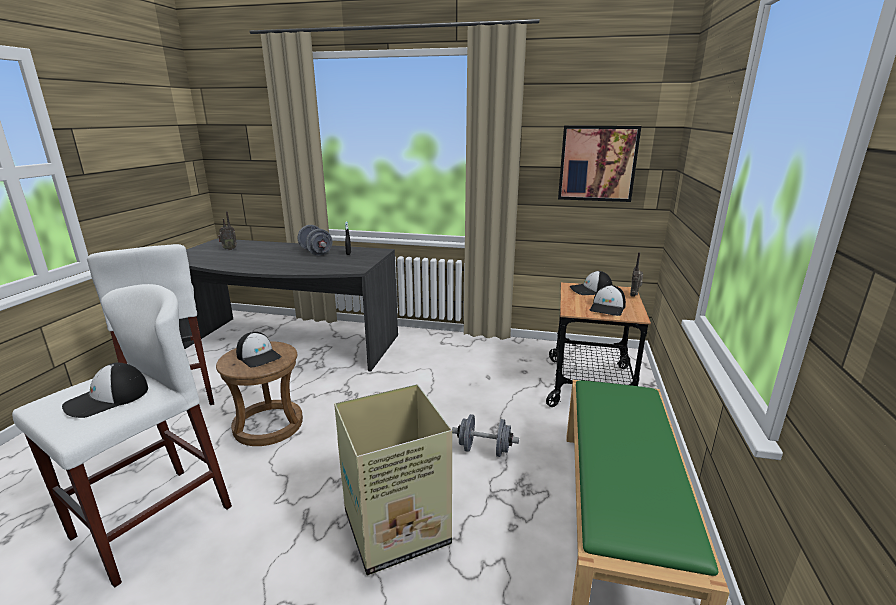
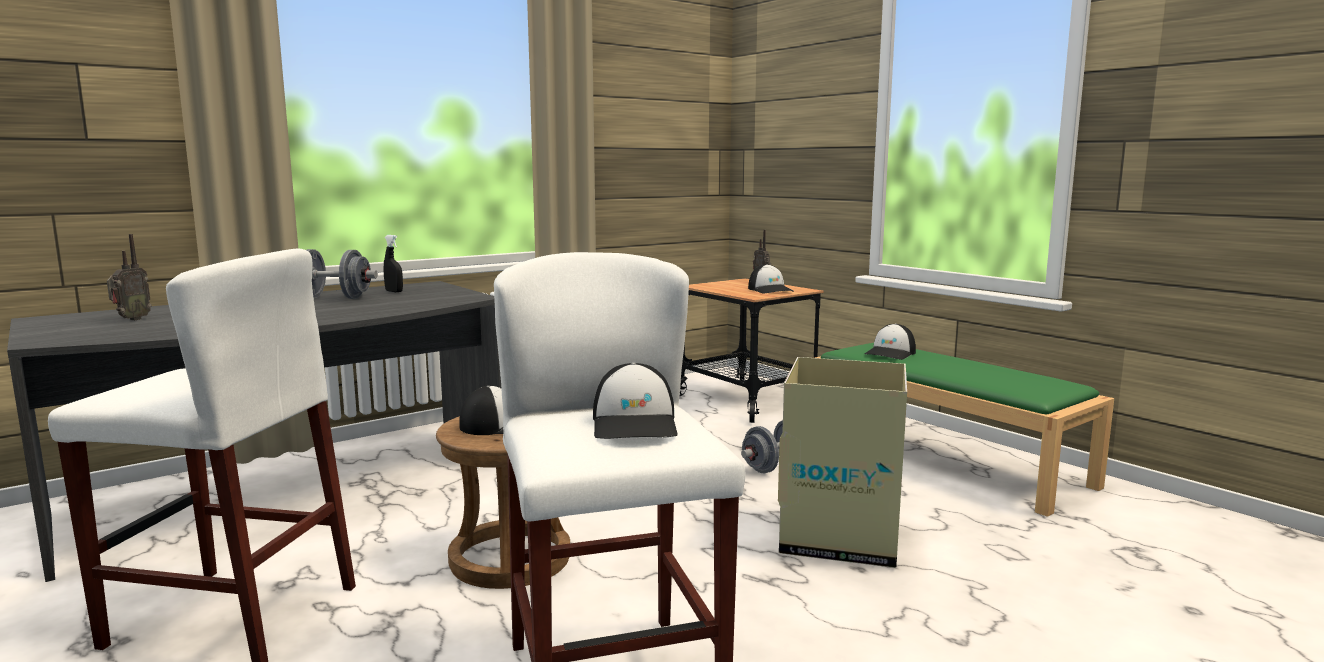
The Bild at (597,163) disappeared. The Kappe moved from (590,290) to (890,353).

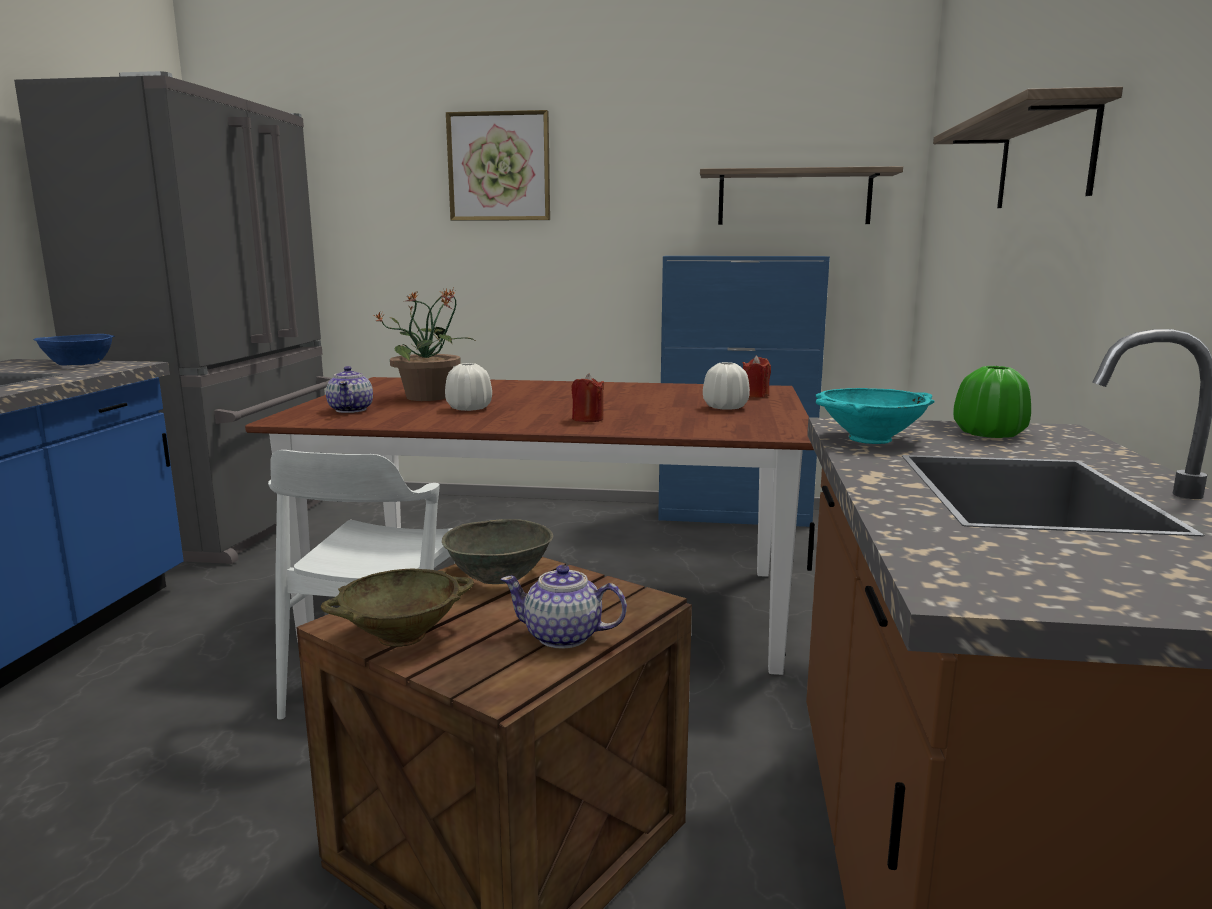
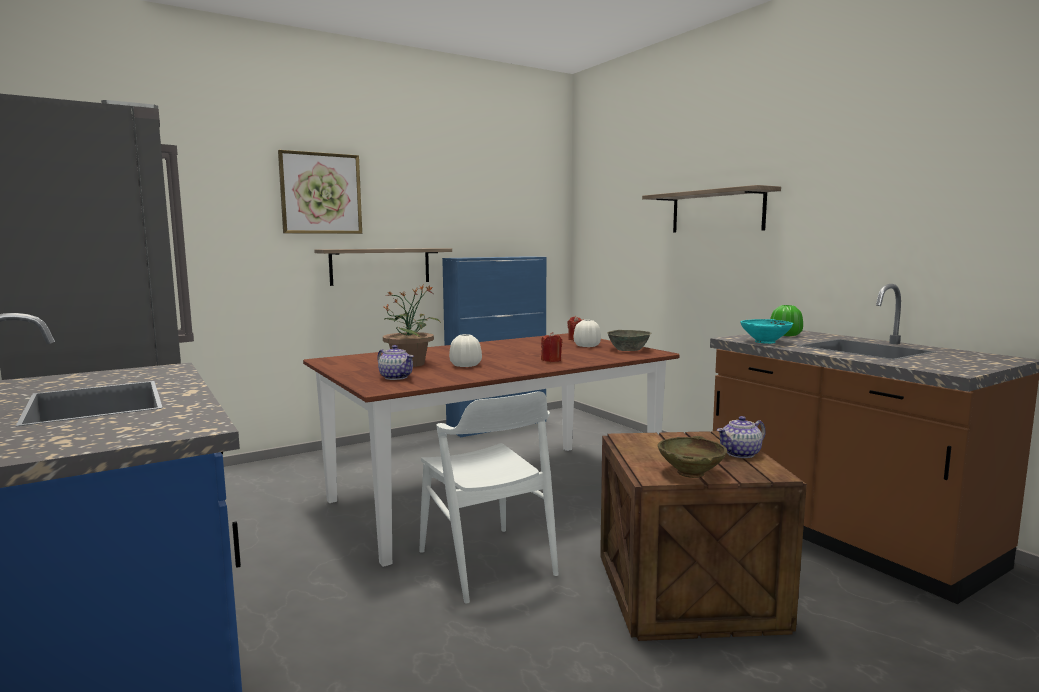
The Schüssel (blau) at (80,364) disappeared. The Schüssel (grau) moved from (498,574) to (628,349). The Wandregal moved from (794,198) to (380,266).

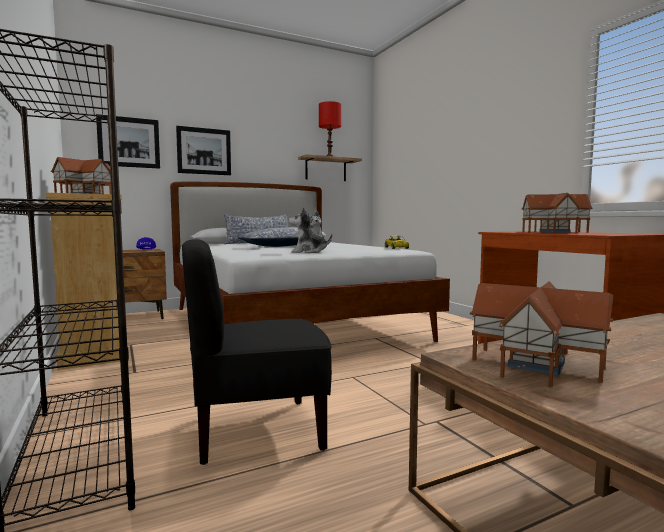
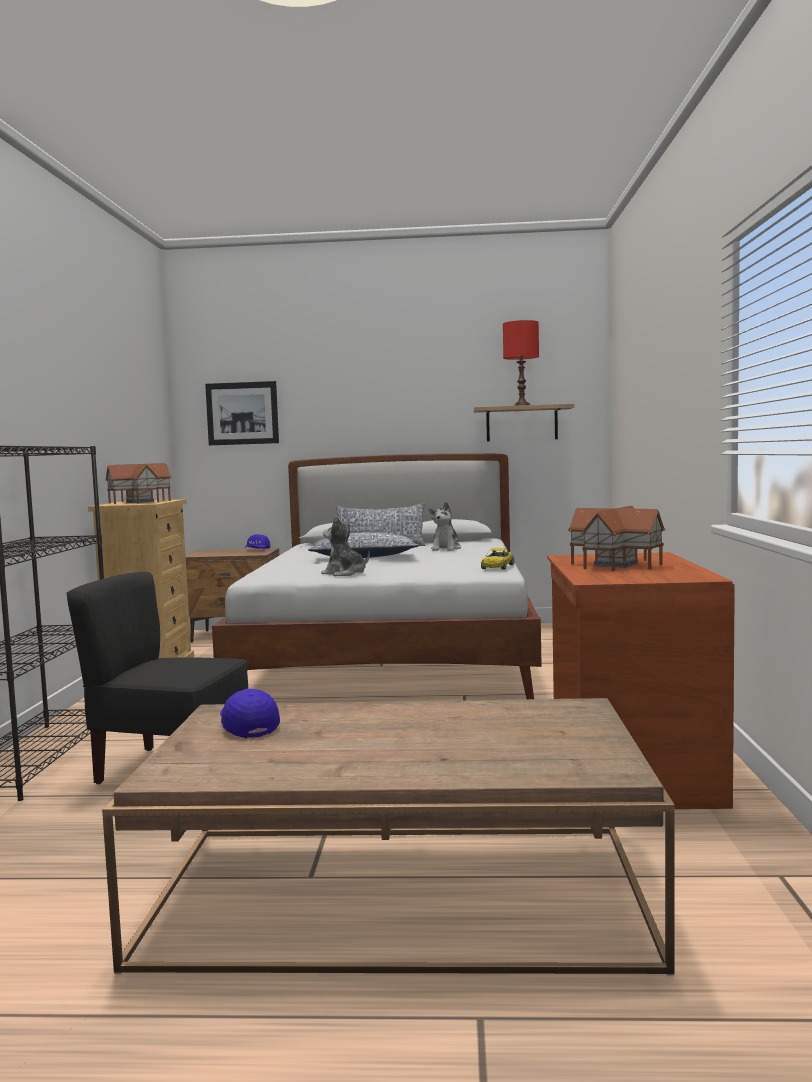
The Bild at (204,151) disappeared. The Spielzeughaus at (538,365) was replaced by the Kappe (blau) at (248,726).

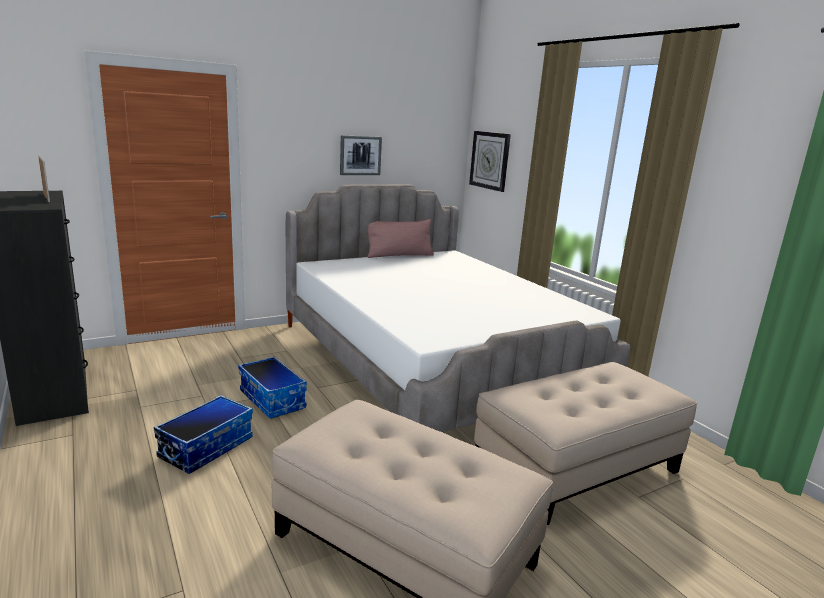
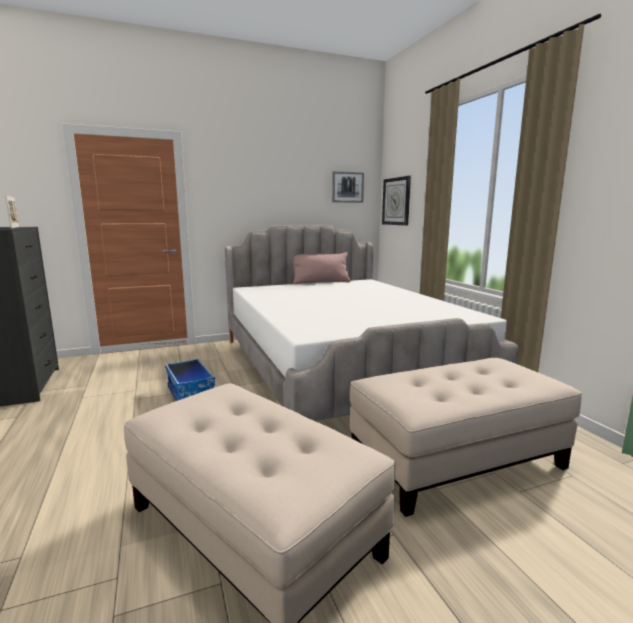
The Aufbewahrungsbox at (206,447) disappeared. The Bild moved from (360,155) to (347,187).

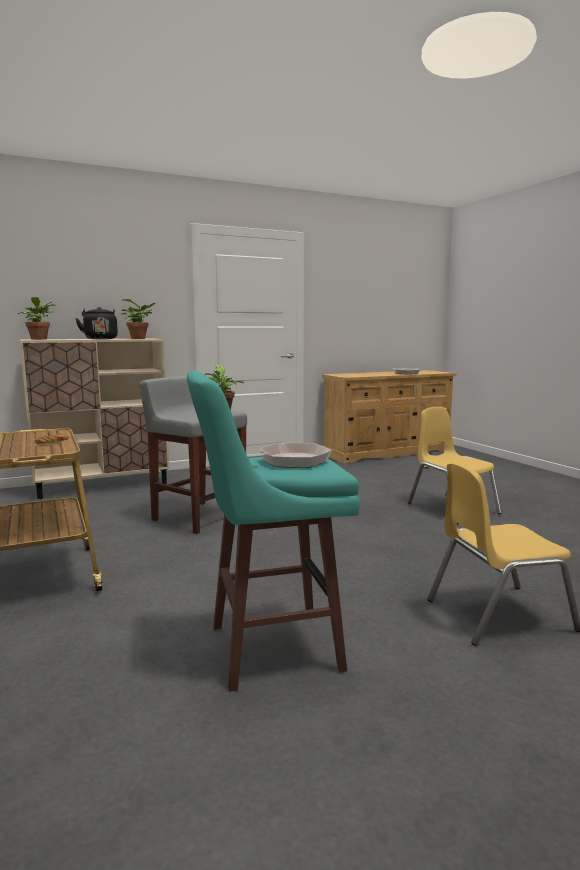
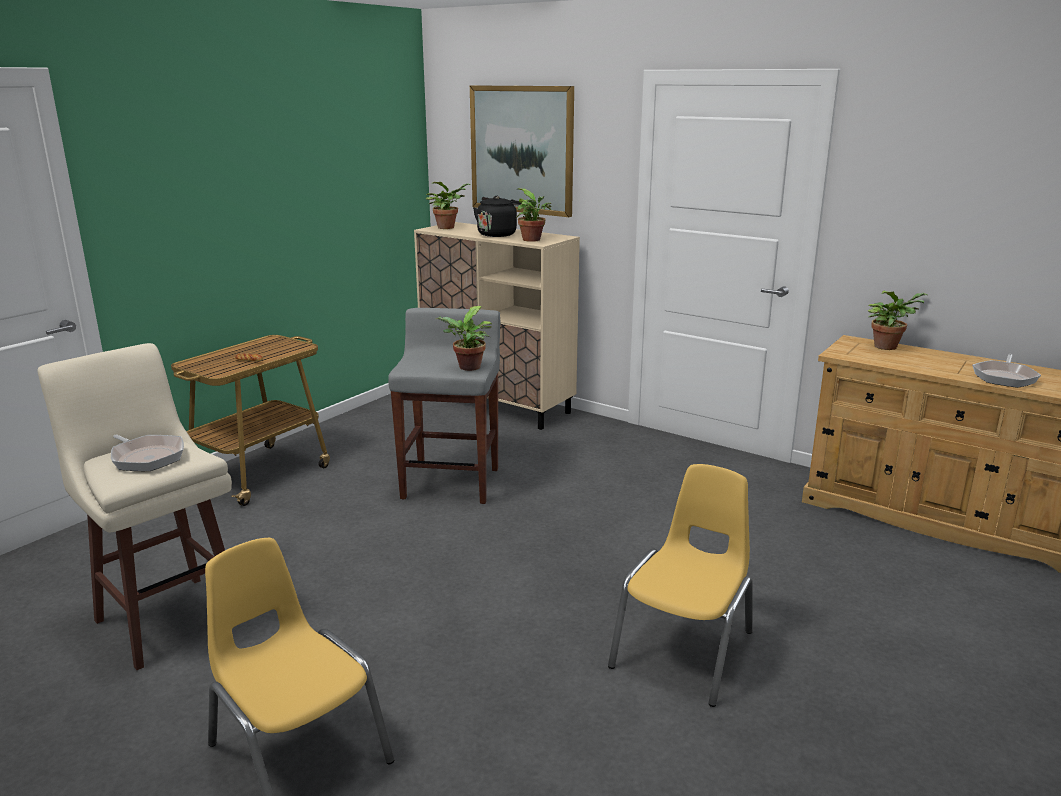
The Hocker (türkis) at (270,648) became the Hocker (beige) at (169,618). The Bild at (522,150) appeared. The Topfpflanze at (887,346) appeared.

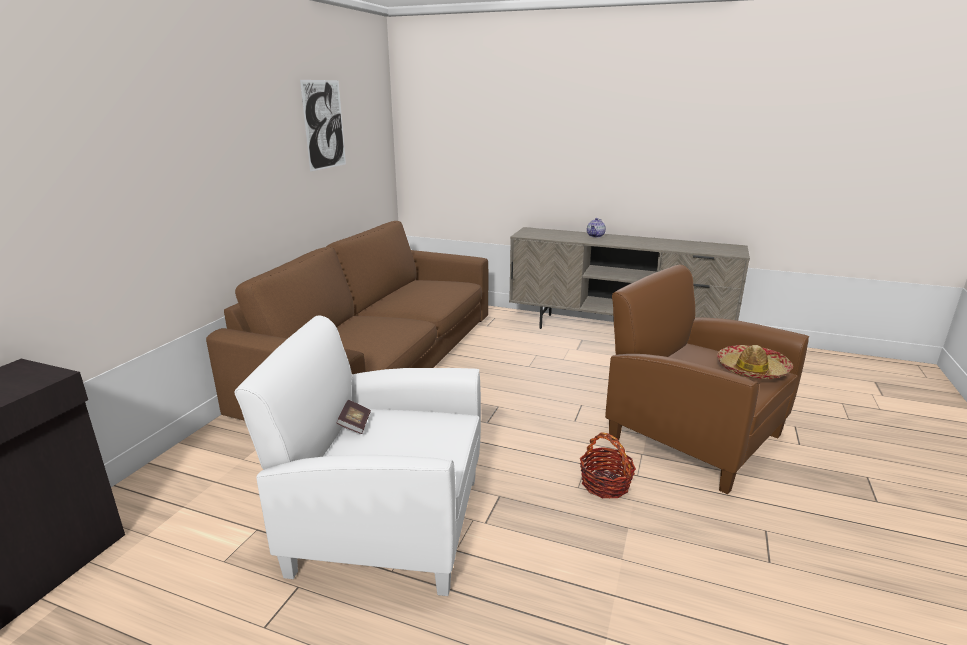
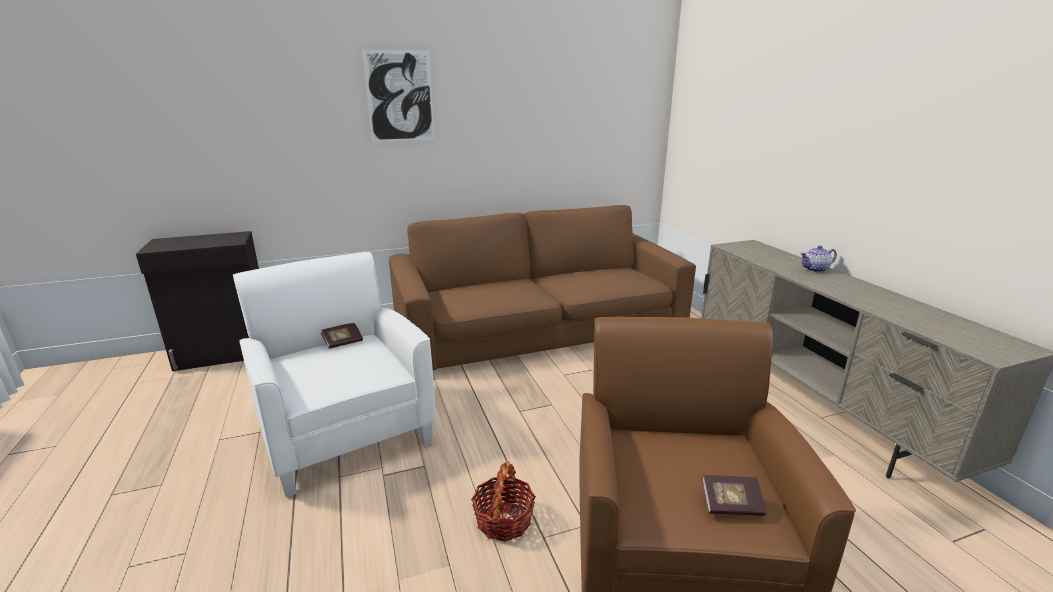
The Bild moved from (324,125) to (400,96). The Hut at (752,370) was replaced by the Buch at (731,505).

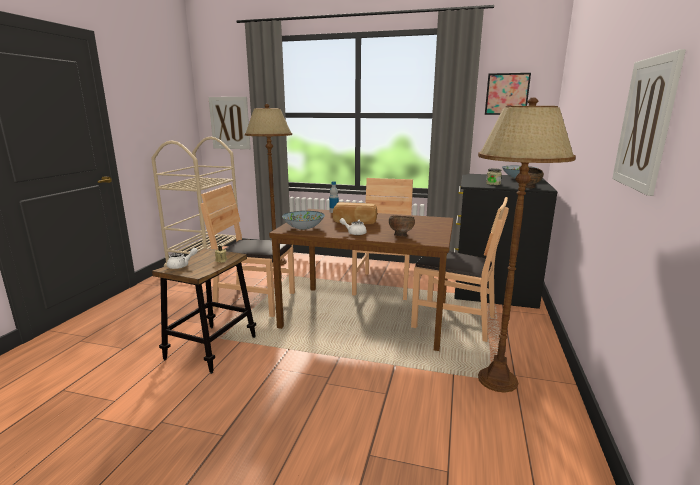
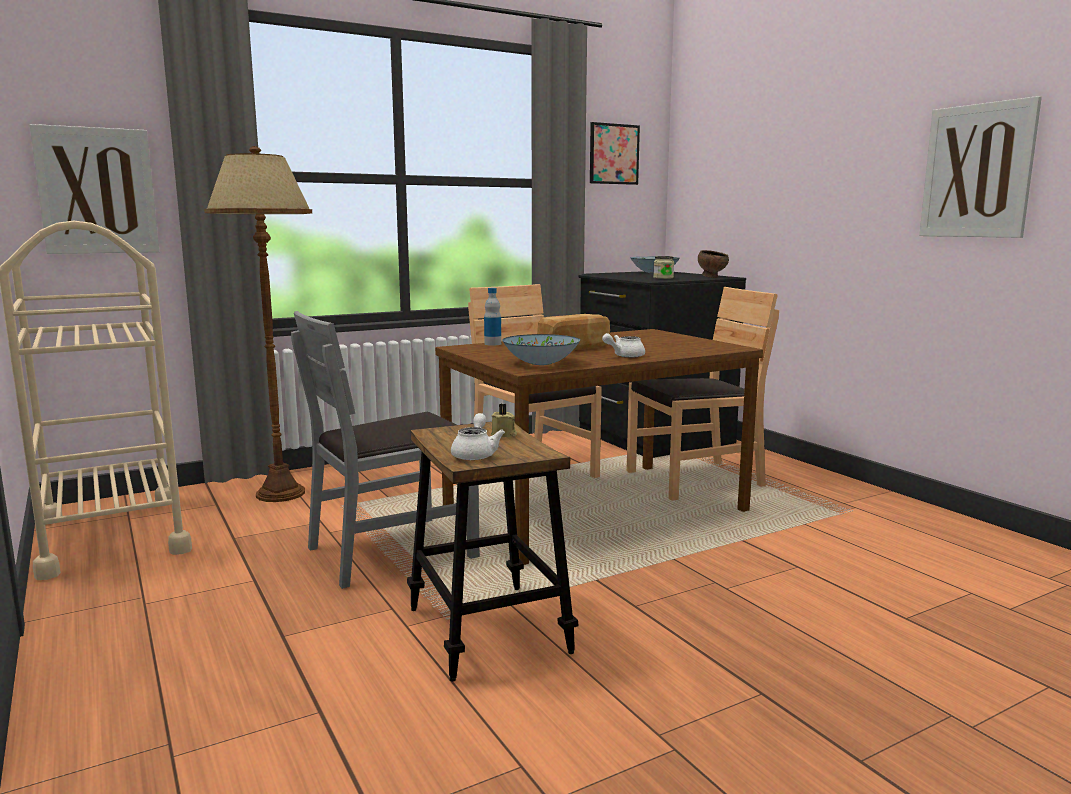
The Stuhl (braun) at (255,301) became the Stuhl (grau) at (392,551). The Schüssel (braun) at (400,236) disappeared. The Stehlampe (braun) at (497,380) disappeared.

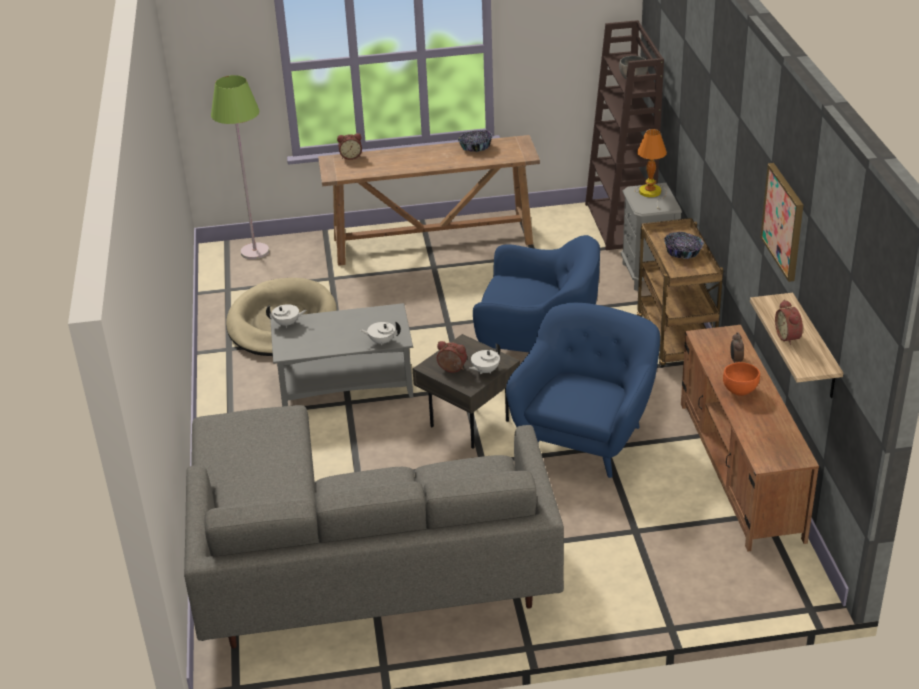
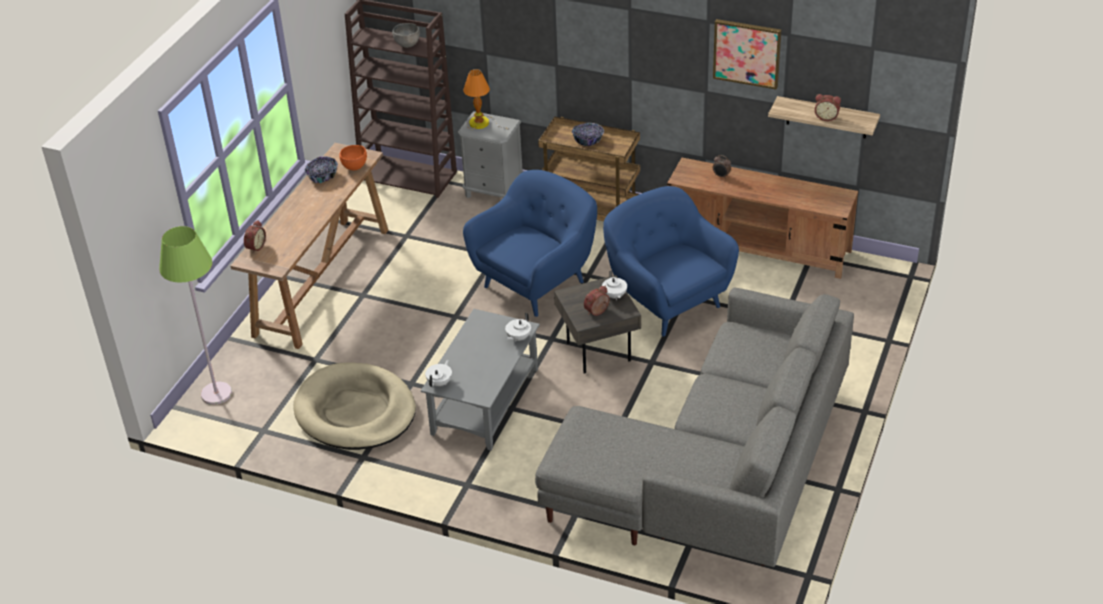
The Schüssel (orange) moved from (740,390) to (354,167).

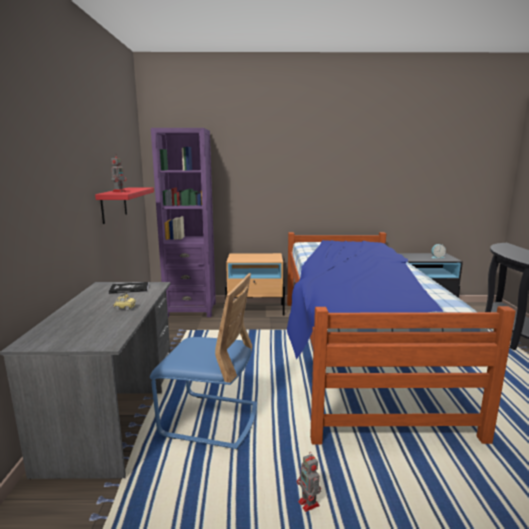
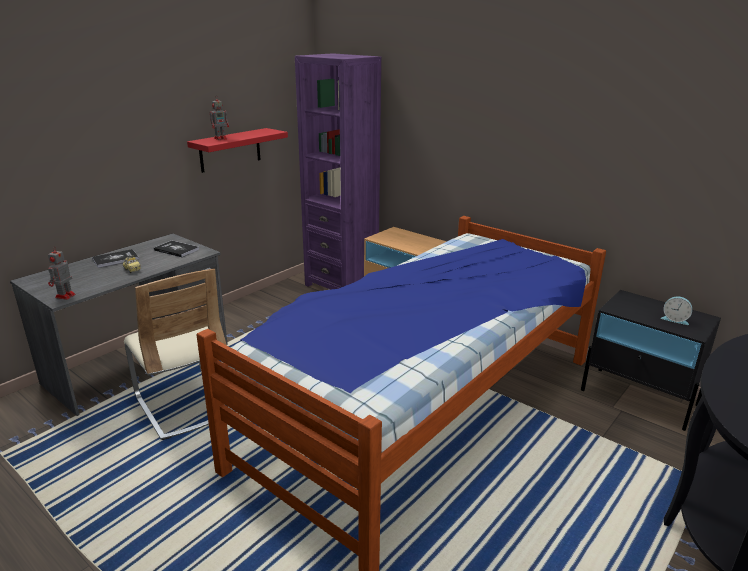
The Stuhl (blau) at (210,419) became the Stuhl (beige) at (184,405). The Spielzeugroboter moved from (309,504) to (64,296). The Buch at (115,259) appeared.

